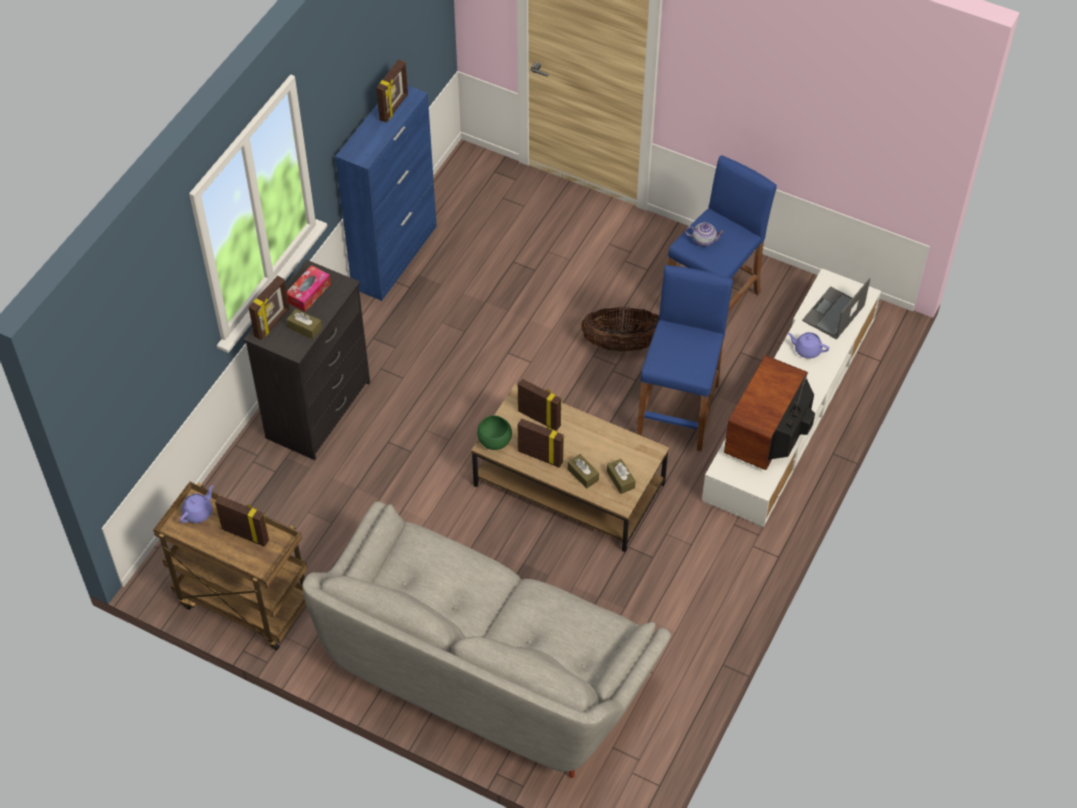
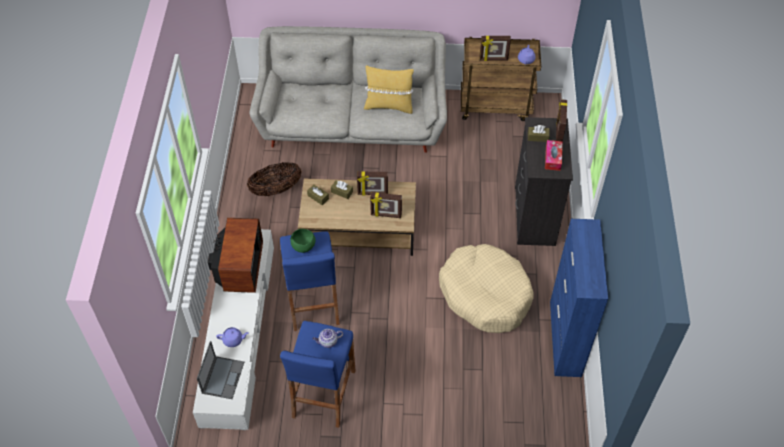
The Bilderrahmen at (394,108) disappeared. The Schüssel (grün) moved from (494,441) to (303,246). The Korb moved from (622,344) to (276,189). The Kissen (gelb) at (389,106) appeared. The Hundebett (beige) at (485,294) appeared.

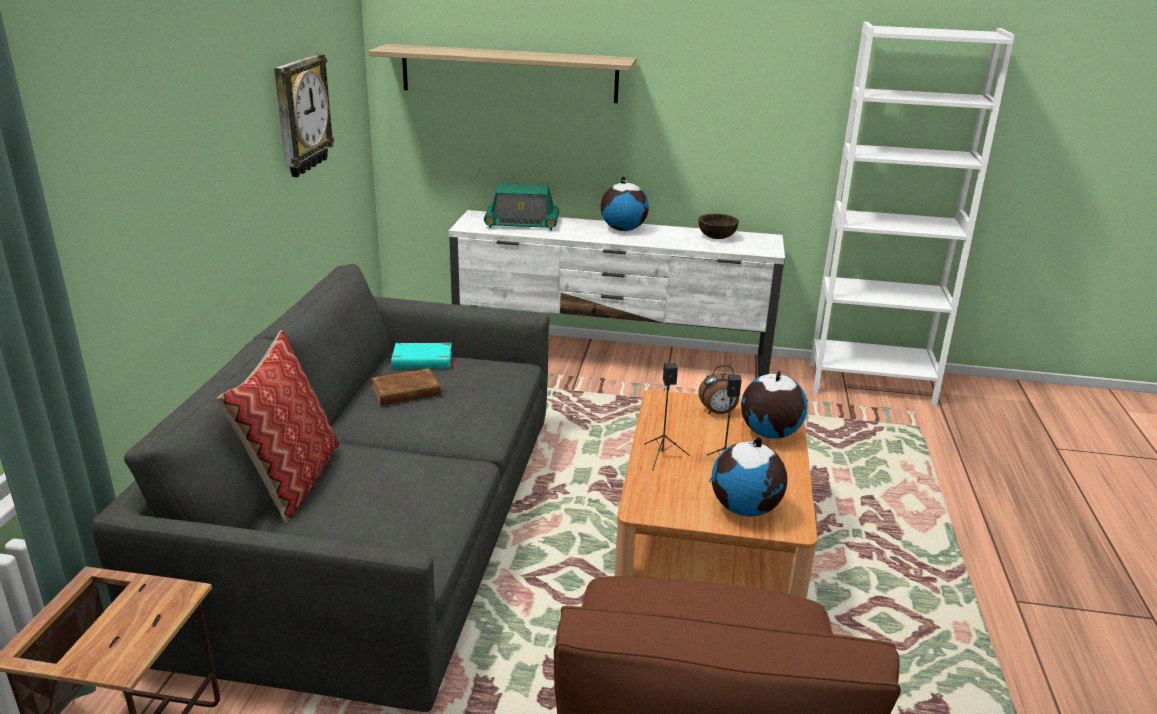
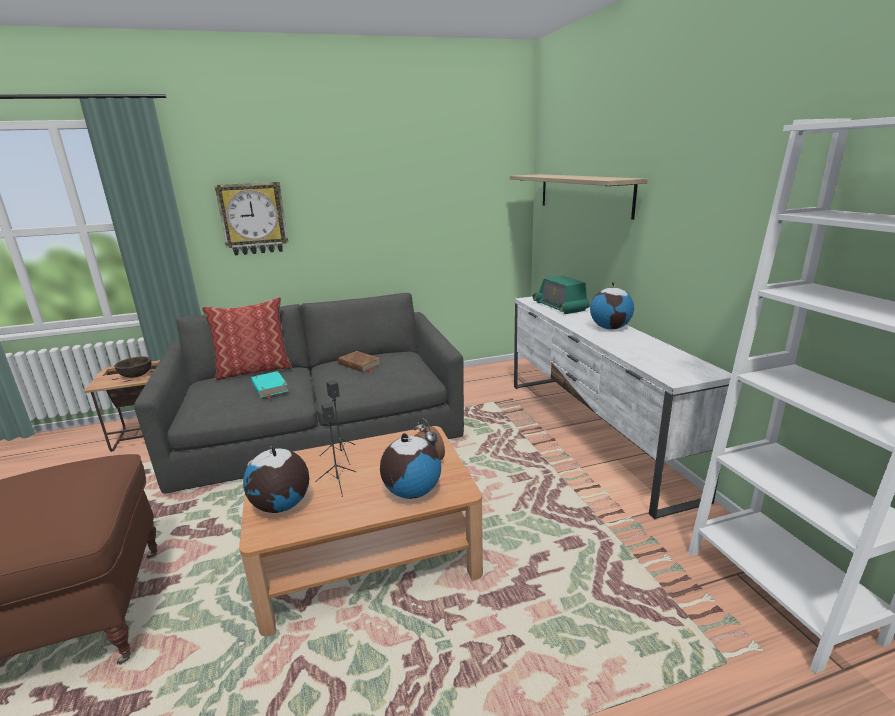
The Wanduhr moved from (300,115) to (253,218). The Buch (türkis) moved from (422,360) to (269,387). The Schüssel (braun) moved from (716,237) to (136,375).

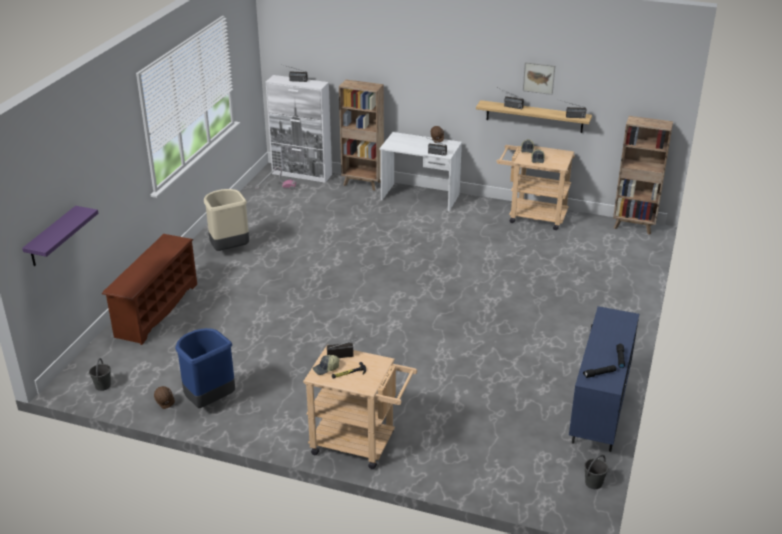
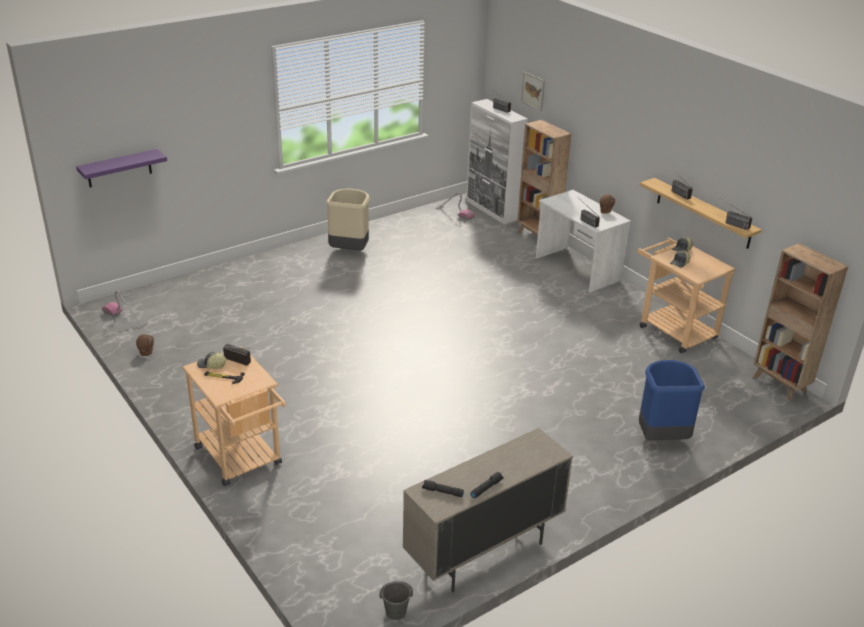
The Eimer (grau) at (103,386) was replaced by the Staubsauger at (125,318). The Schuhregal (braun) at (156,310) disappeared. The Mülleimer (blau) moved from (209,401) to (661,437). The Bild moved from (538,78) to (533,91). The Schrank (blau) at (598,418) became the Schrank (beige) at (483,553).

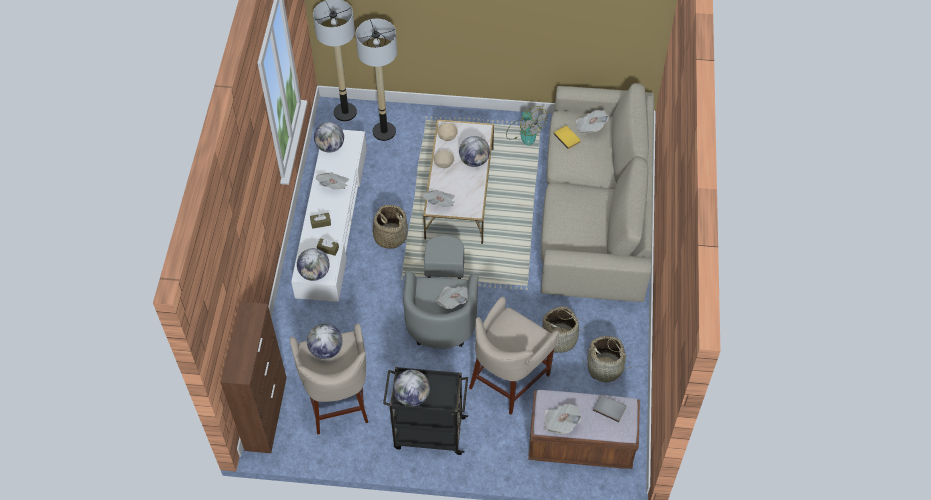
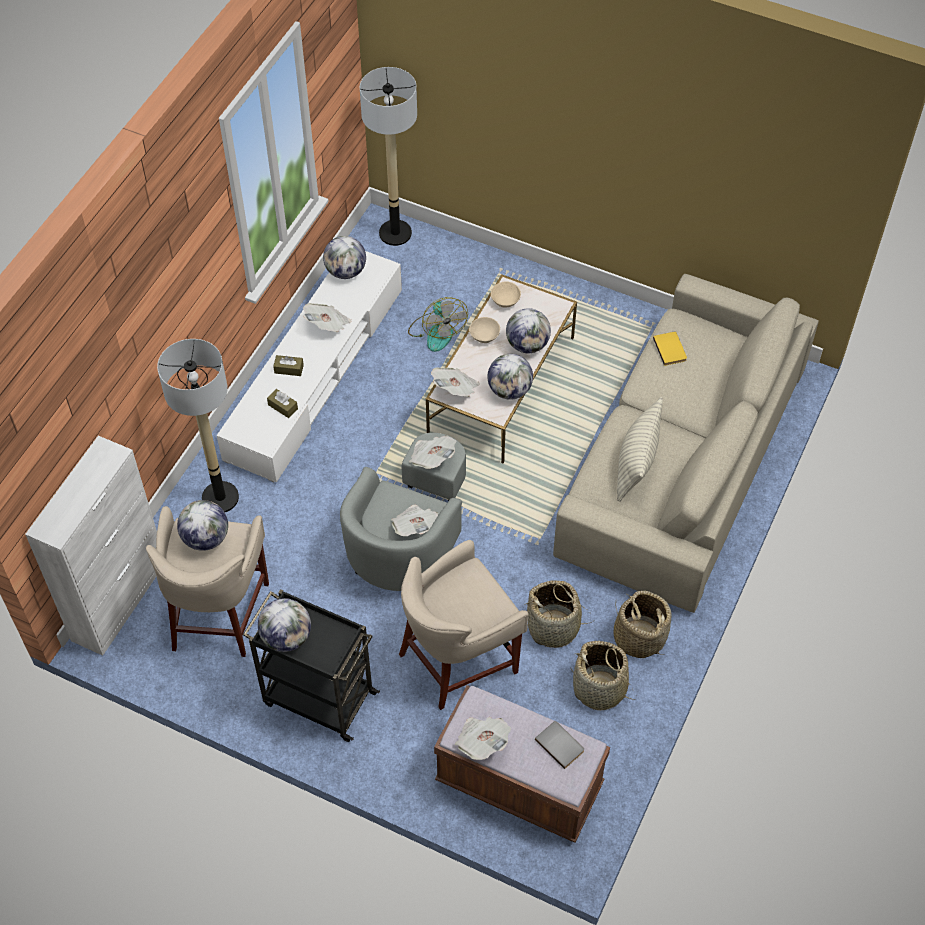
The Schrank (braun) at (266,413) became the Schrank (weiß) at (120,600). The Globus moved from (314,273) to (509,390). The Stehlampe moved from (384,132) to (220,498). The Korb moved from (390,236) to (639,637). The Ventilator moved from (524,132) to (436,331). The Zeitung moved from (590,127) to (432,458). The Kissen at (636,463) appeared.

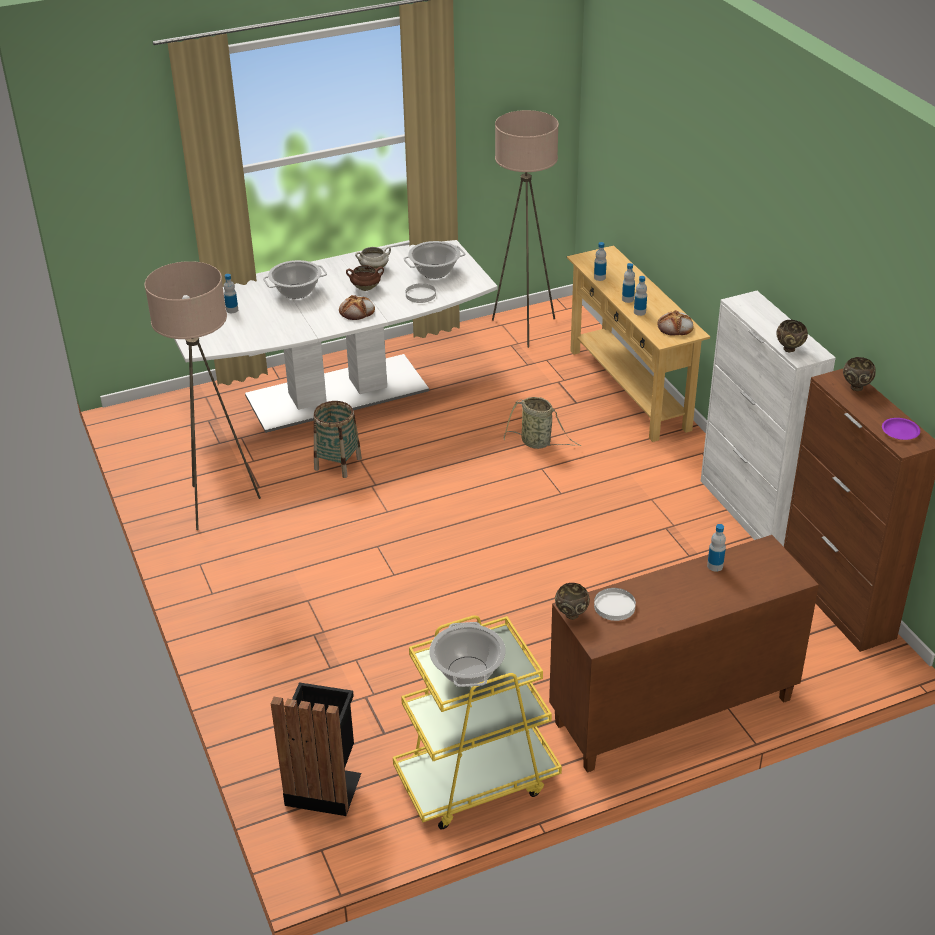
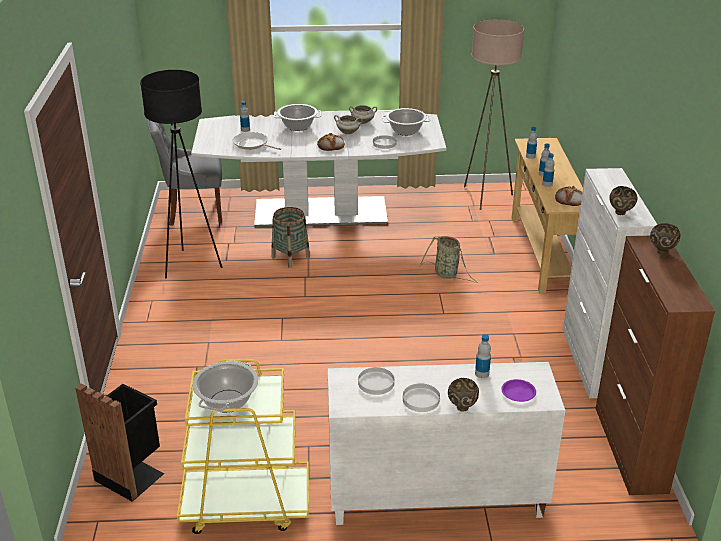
The Stehlampe (beige) at (217,504) became the Stehlampe (schwarz) at (190,265). The Kochtopf (braun) at (366,288) became the Kochtopf (weiß) at (348,132). The Schrank (braun) at (672,713) became the Schrank (weiß) at (435,498). The Schüssel (braun) moved from (571,614) to (462,407). The Teller (lila) moved from (900,431) to (518,393). The Stuhl (grau) at (193,211) appeared. The Pfanne at (252,144) appeared. The Teller (weiß) at (421,399) appeared.

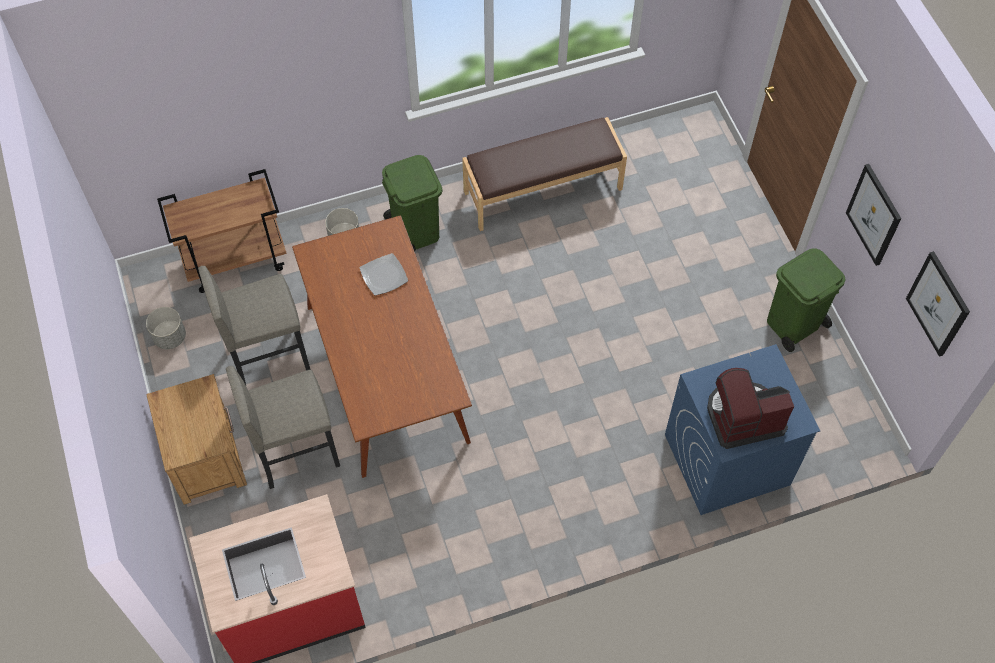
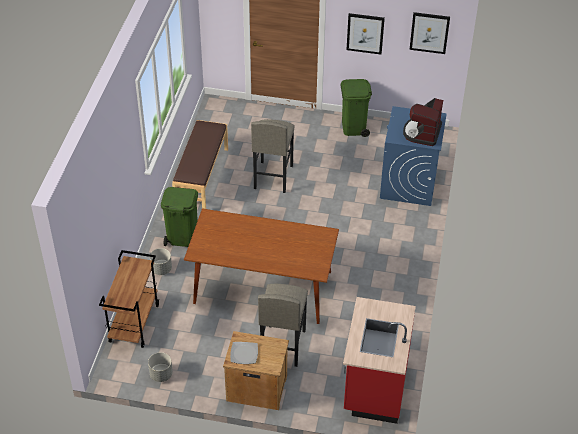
The Hocker (grau) moved from (269,357) to (272,177). The Teller moved from (384,275) to (244,353).

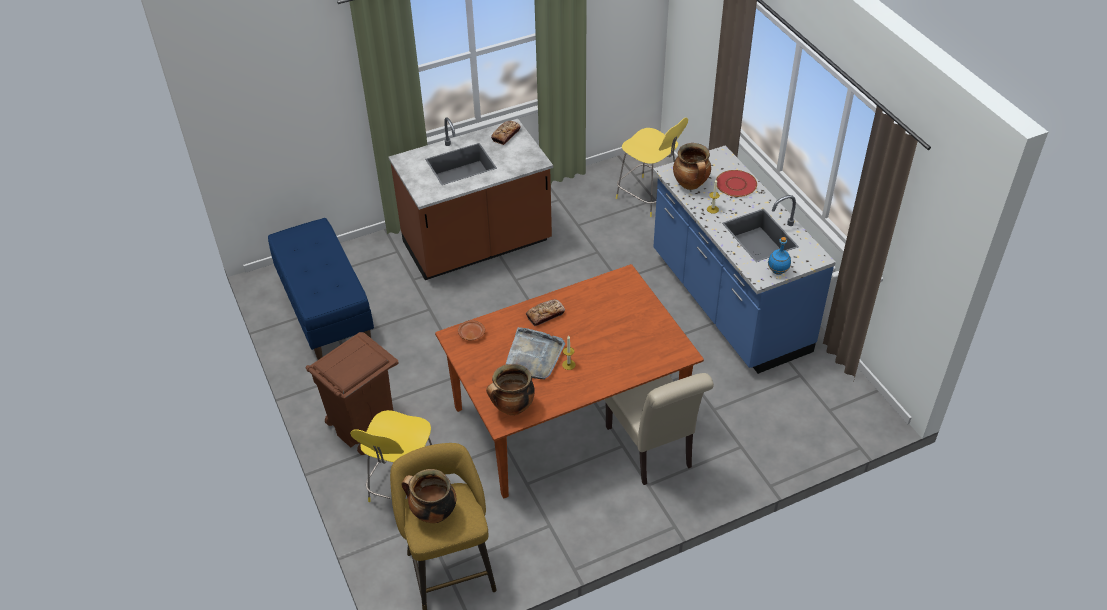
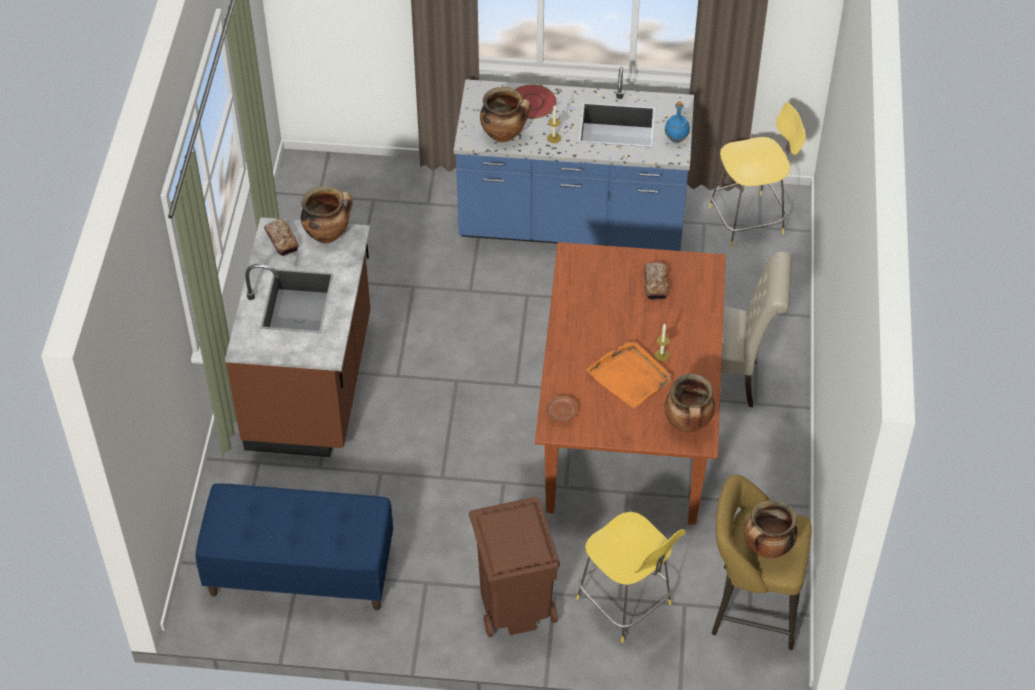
The Tablett (grau) at (534,356) became the Tablett (orange) at (630,376). The Brot moved from (545,315) to (655,284). The Hocker (gelb) moved from (648,197) to (749,219). The Kochtopf at (328,234) appeared.

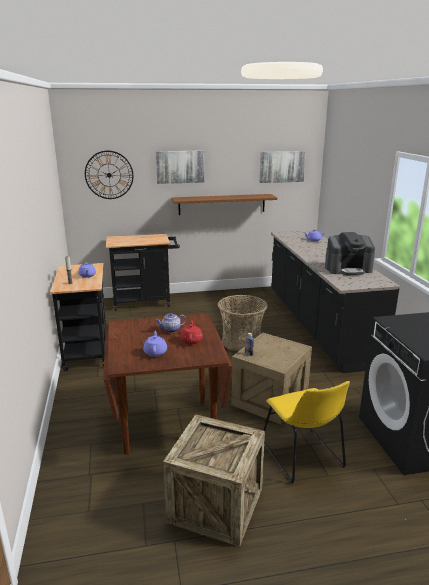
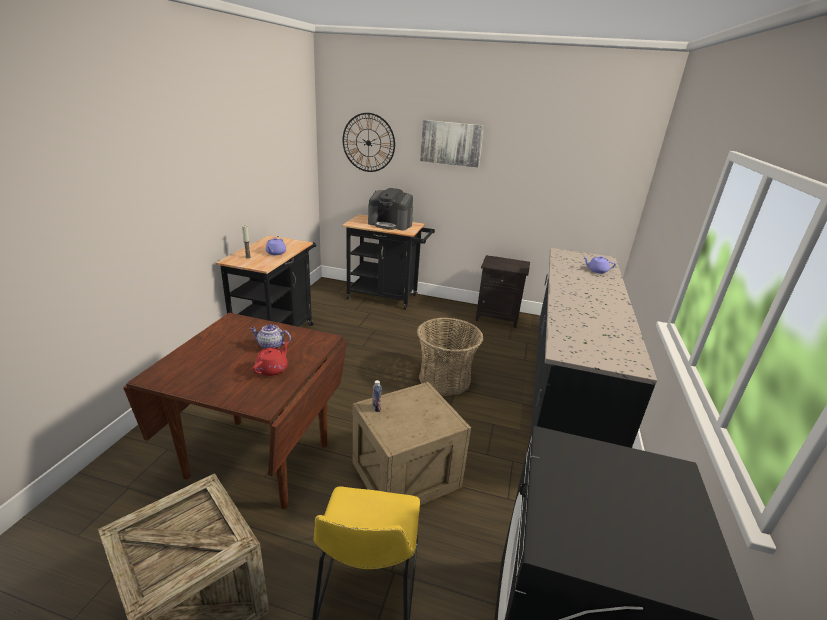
The Teekanne (lila) at (155,352) disappeared. The Wandregal (braun) at (222,204) disappeared. The Bild at (282,166) disappeared. The Kaffeemaschine moved from (348,269) to (390,224). The Nachttisch (schwarz) at (498,317) appeared.

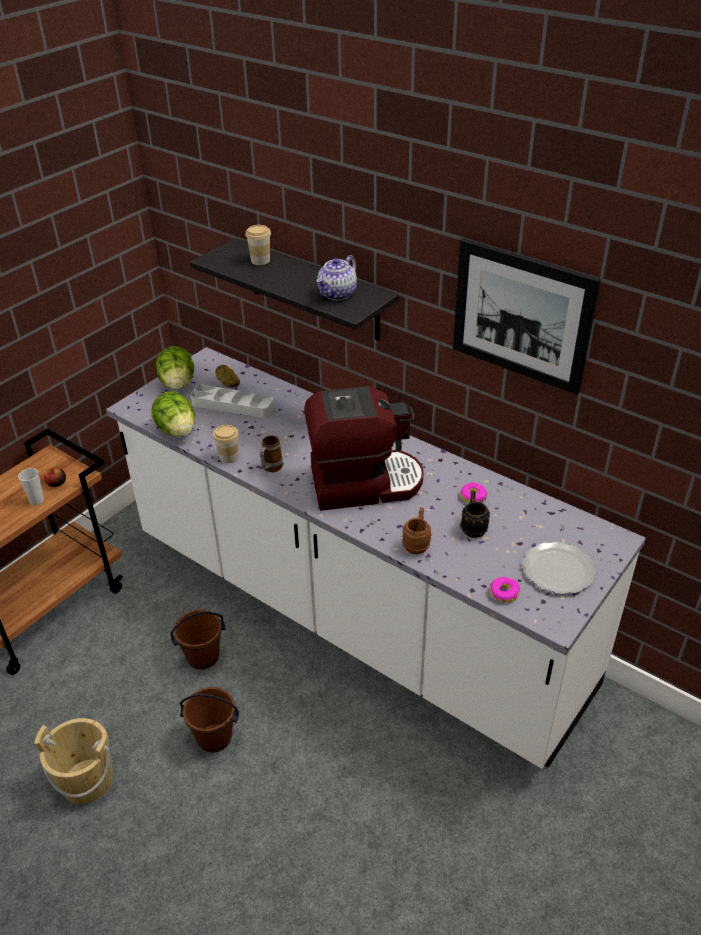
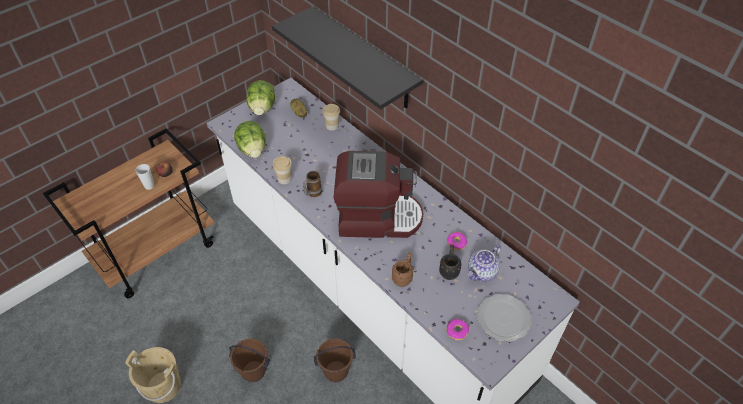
The Eimer (braun) moved from (203,657) to (336,370). The Tablett (grau) at (233,405) disappeared. The Tasse moved from (260,260) to (332,126). The Teekanne moved from (337,294) to (482,272). The Bild at (521,316) disappeared.

